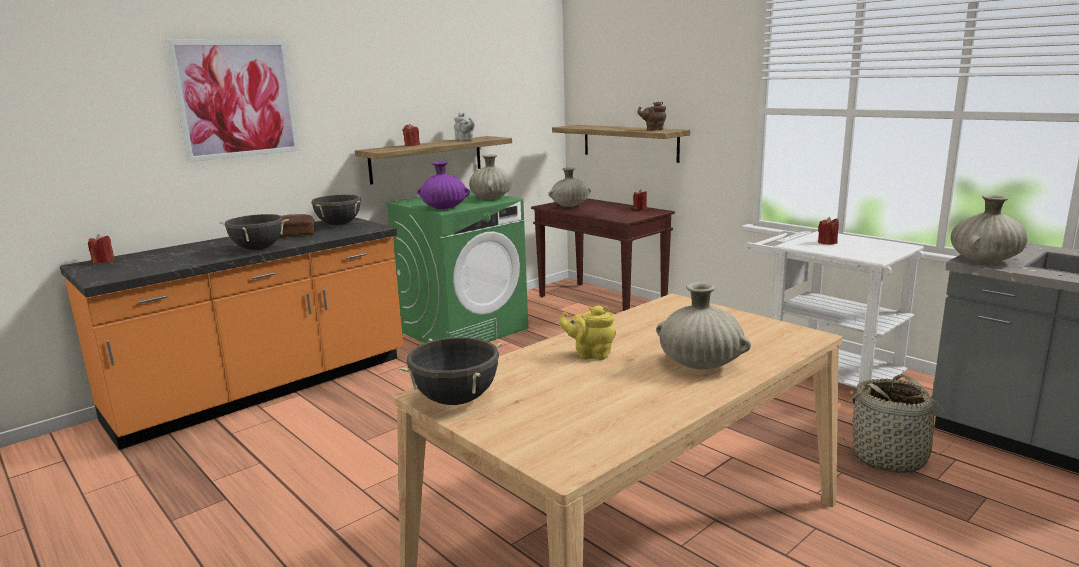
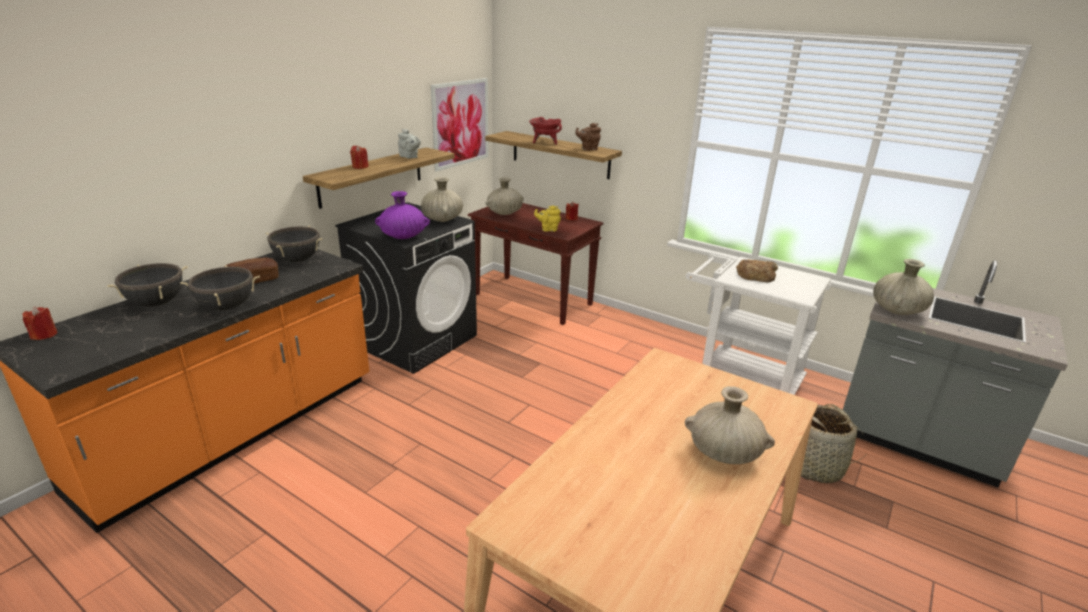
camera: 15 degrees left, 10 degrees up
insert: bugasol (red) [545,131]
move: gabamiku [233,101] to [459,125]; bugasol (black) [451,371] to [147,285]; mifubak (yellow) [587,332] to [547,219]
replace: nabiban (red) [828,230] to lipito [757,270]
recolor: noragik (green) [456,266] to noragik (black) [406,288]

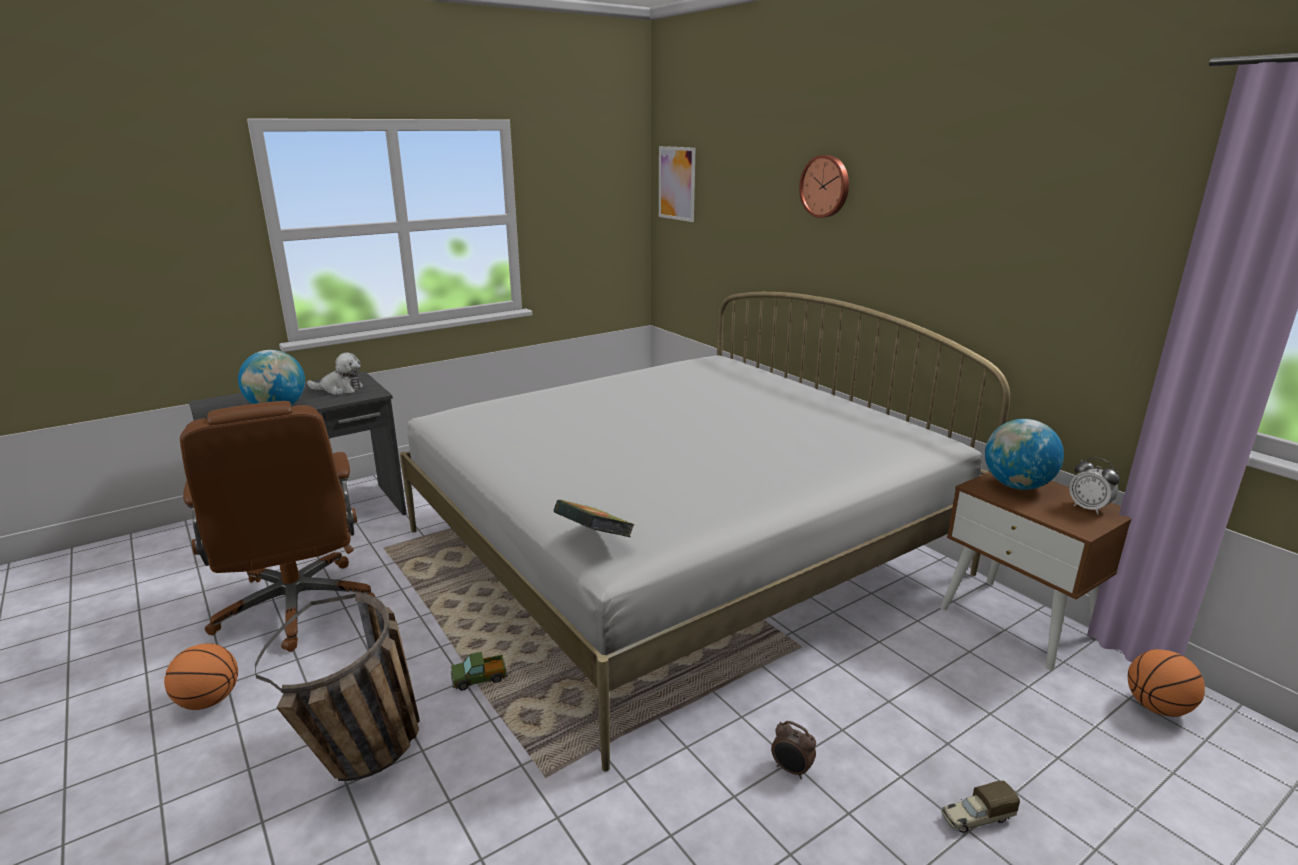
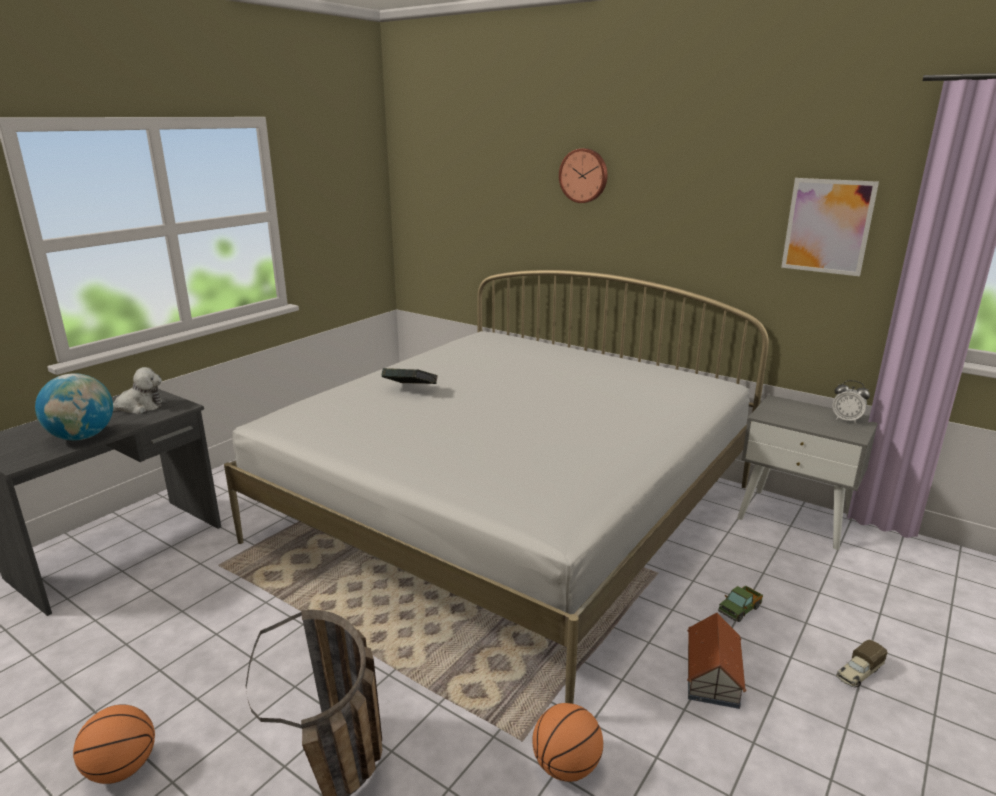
camera: 20 degrees left, 0 degrees up
delete: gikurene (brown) [278,526]; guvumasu [1024,454]
move: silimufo [479,671] to [740,604]; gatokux [594,518] to [409,376]; gabamiku [677,184] to [830,227]; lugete [1166,683] to [567,742]
replace: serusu [793,750] to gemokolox [717,661]
recolor: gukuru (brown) [1035,571] to gukuru (grey) [807,472]

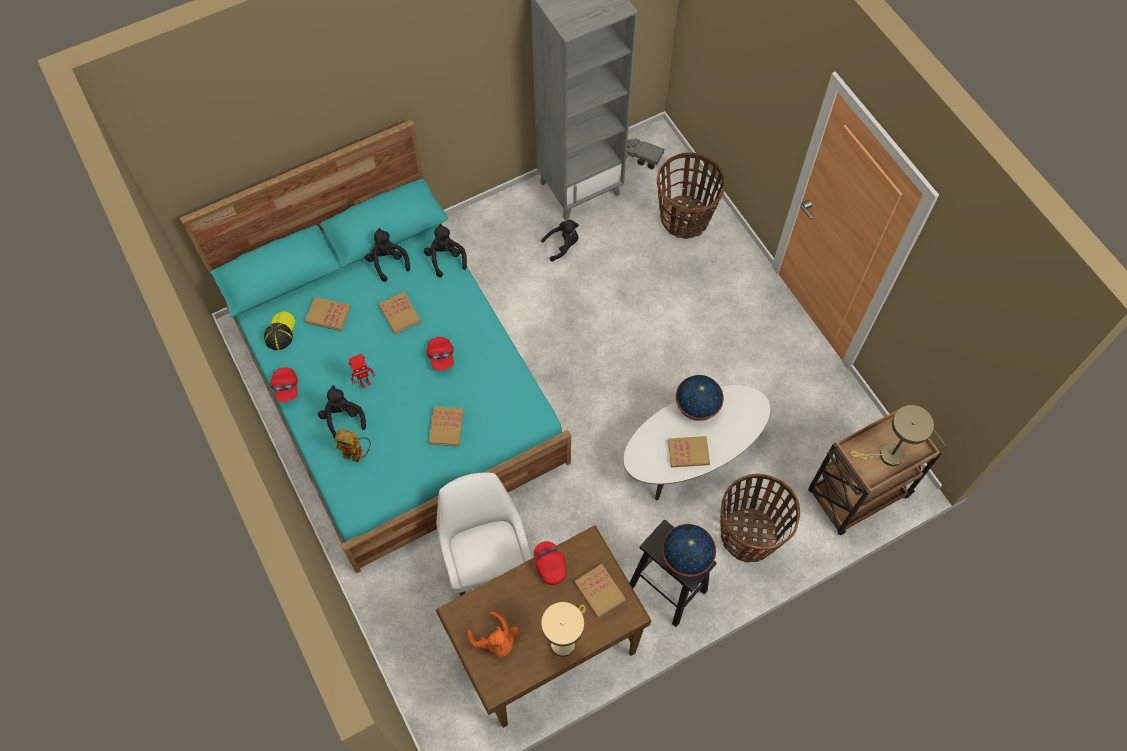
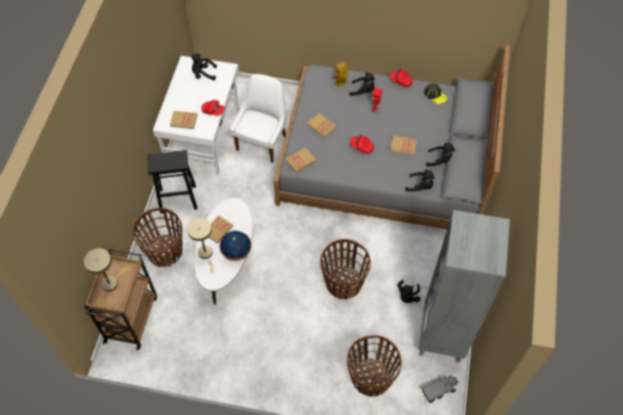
camera: 130 degrees right, 5 degrees down
delete: guvumasu [689,550]
insert: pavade [345,269]
move: gatokux [328,314] to [301,160]; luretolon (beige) [563,629] to [200,246]
recolor: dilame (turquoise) [375,346] to dilame (grey) [392,136]; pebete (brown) [543,627] to pebete (white) [196,115]; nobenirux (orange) [493,634] to nobenirux (black) [203,66]
rotate: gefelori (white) [485,534] = [258,118] 90 degrees counterclockwise

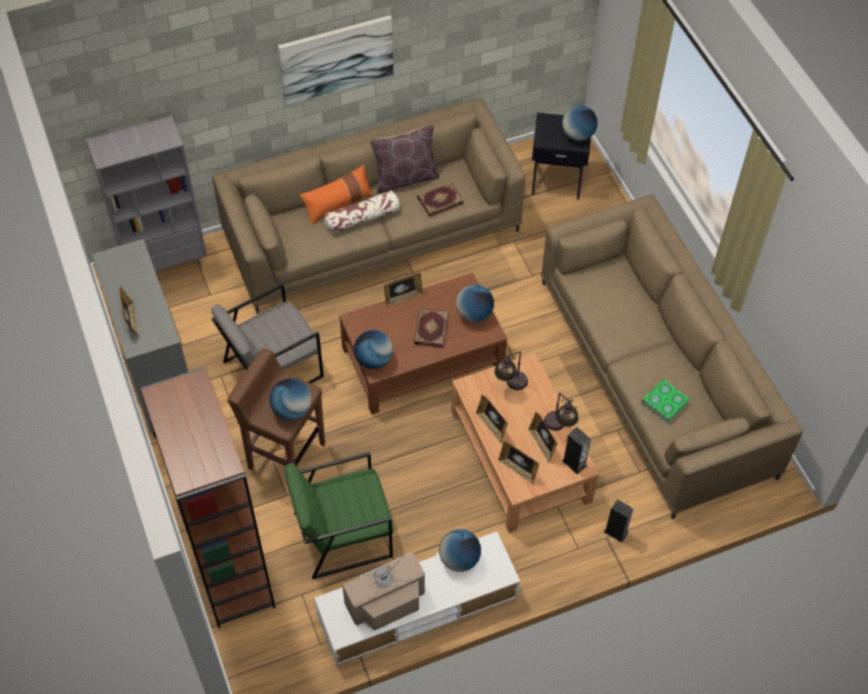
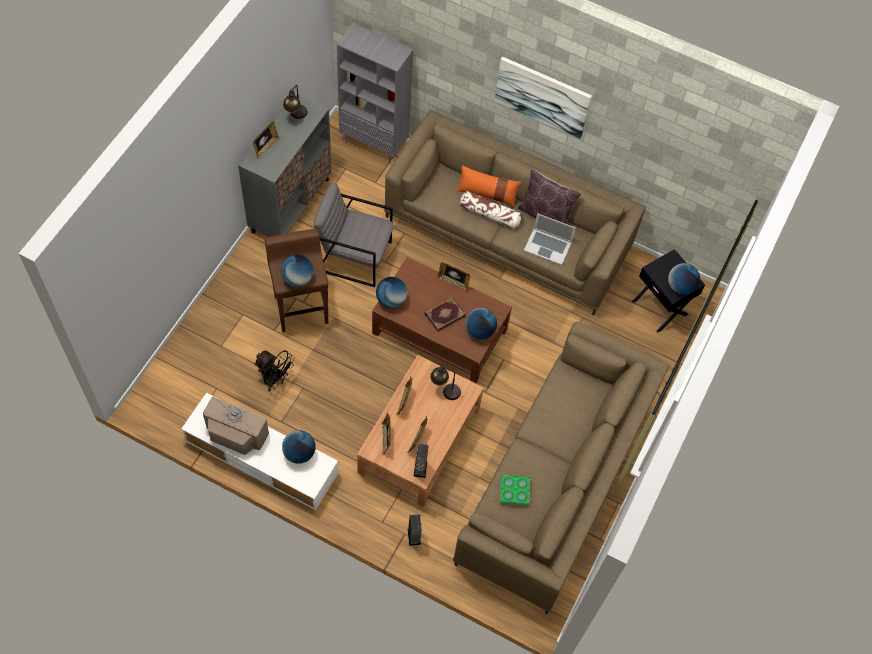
camera: 45 degrees right, 5 degrees up
delete: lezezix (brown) [208,497]
move: luretolon [561,412] to [295,102]
replace: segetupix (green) [339,515] to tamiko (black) [274,371]; gatokux [440,199] to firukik [550,239]

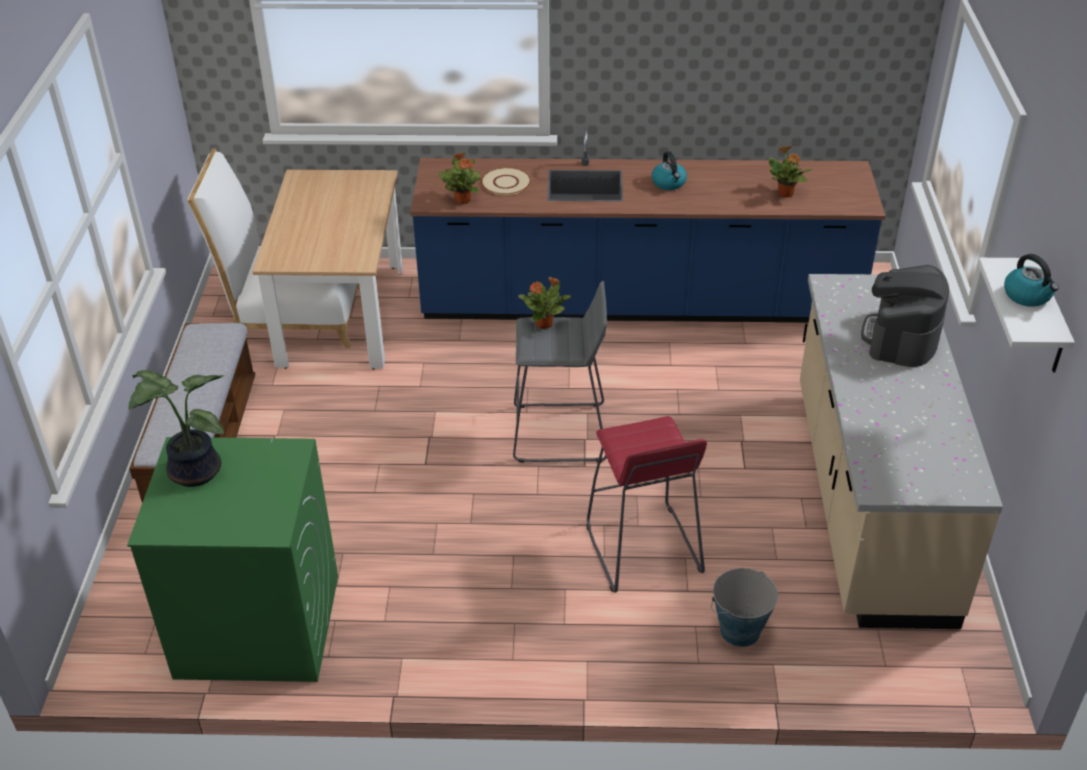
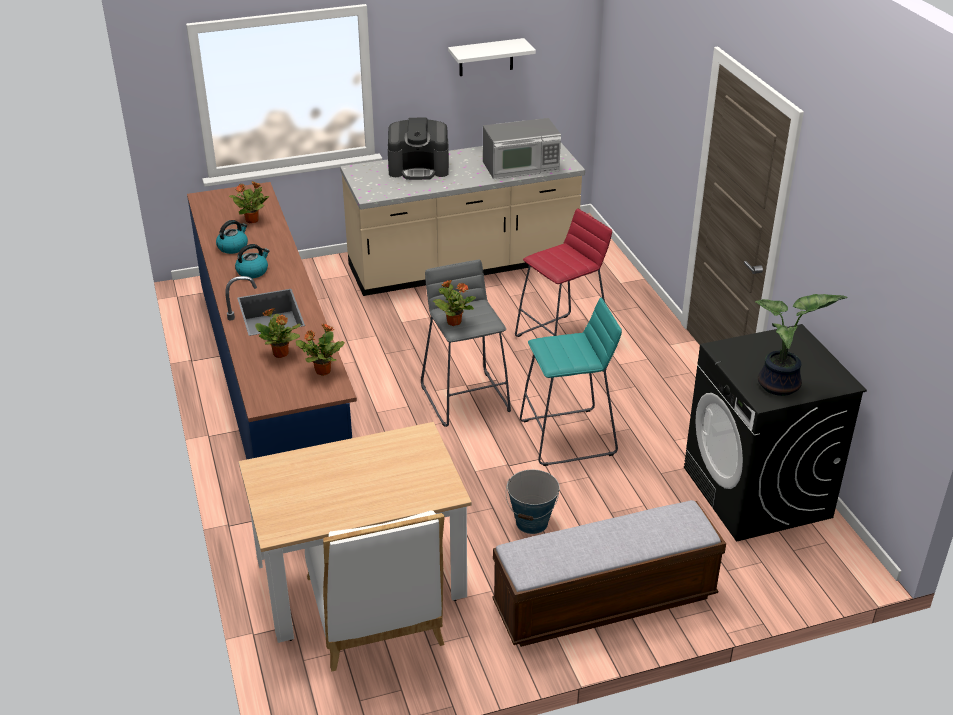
camera: 110 degrees left, 5 degrees down
insert: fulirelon [522,148]; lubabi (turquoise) [571,382]
move: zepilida [744,607] to [533,502]; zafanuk [1031,280] to [232,237]
replace: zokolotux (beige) [506,181] to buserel [278,333]
recolor: noragik (green) [232,559] to noragik (black) [775,432]

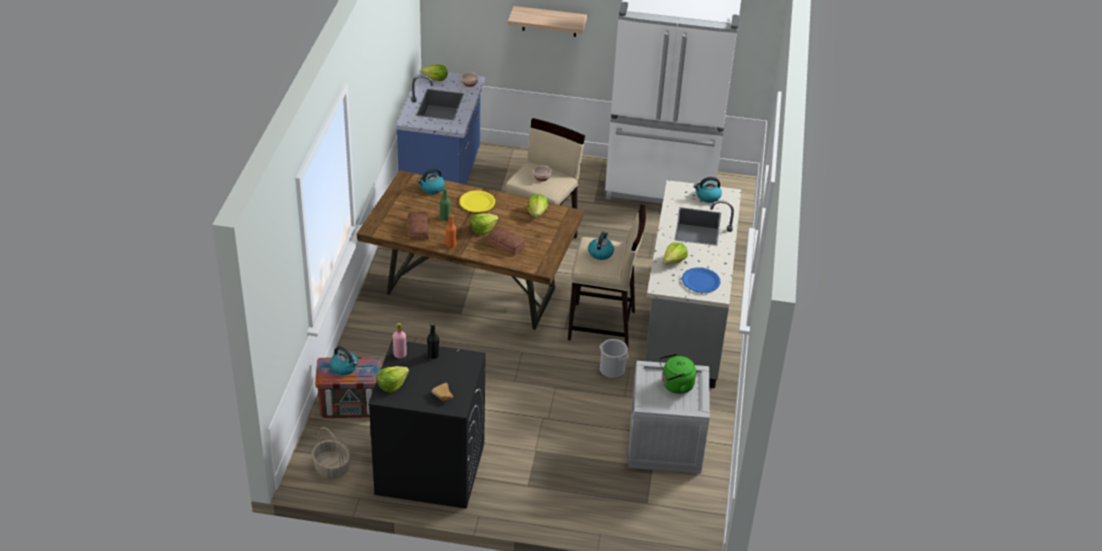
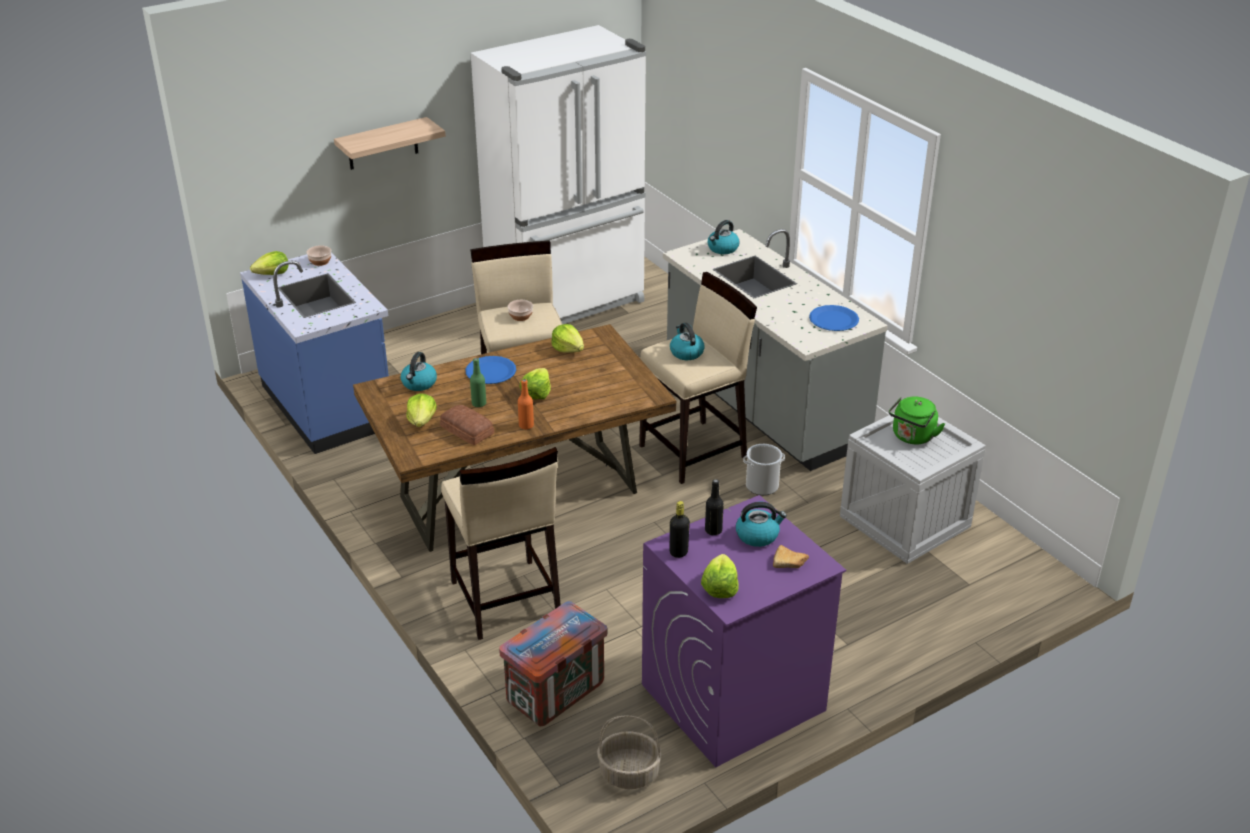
camera: 40 degrees left, 5 degrees down
delete: lipito [506,241]
insert: lubabi (beige) [501,543]
move: zafanuk [344,360] to [761,524]; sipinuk [675,253] to [421,410]
recolor: noragik (black) [427,424] to noragik (purple) [744,631]; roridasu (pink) [399,341] to roridasu (black) [680,529]; zokolotux (yellow) [477,201] to zokolotux (blue) [491,370]

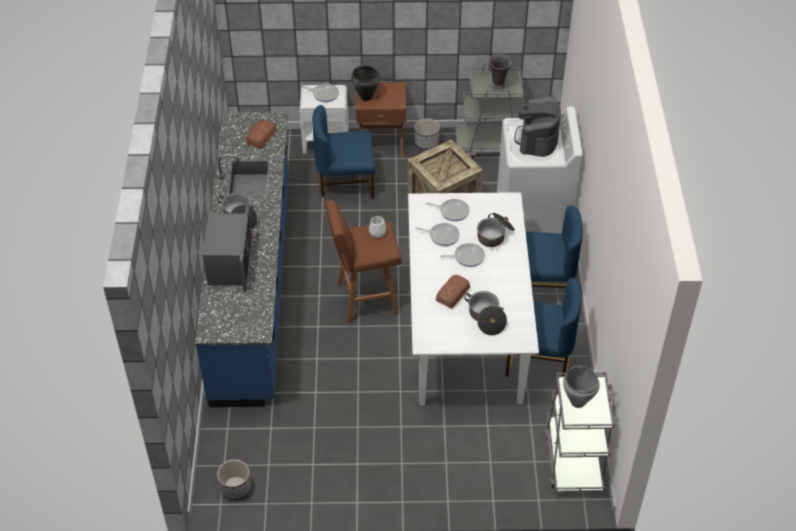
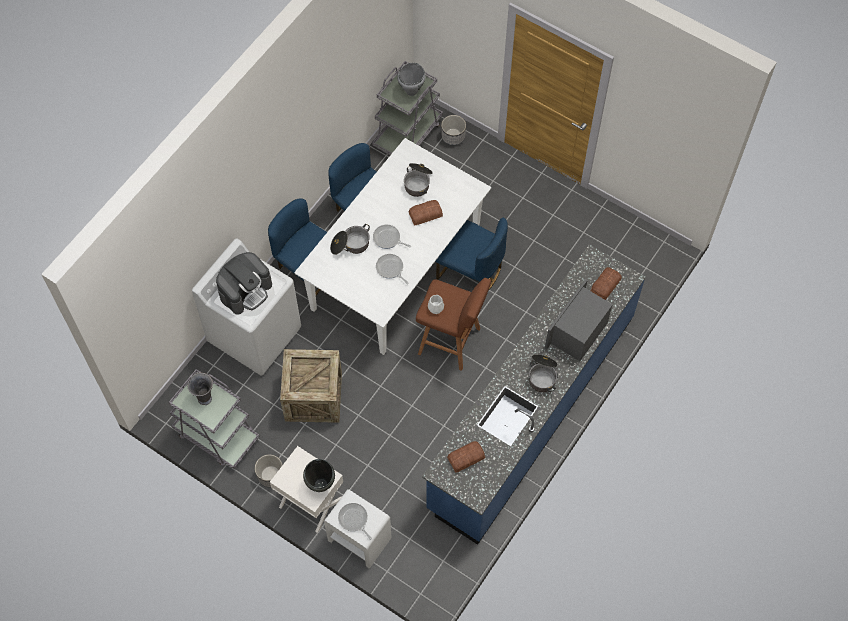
camera: 145 degrees left, 15 degrees up
delete: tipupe [447,210]
insert: lipito [606,283]
move: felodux [234,479] to [453,130]; gefelori (blue) [344,152] to [472,254]
recolor: gukuru (brown) [381,119] to gukuru (white) [306,489]

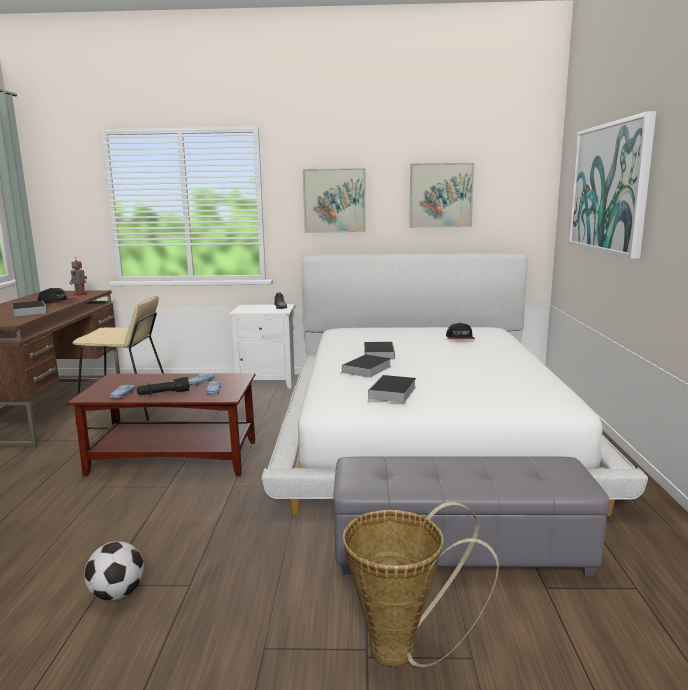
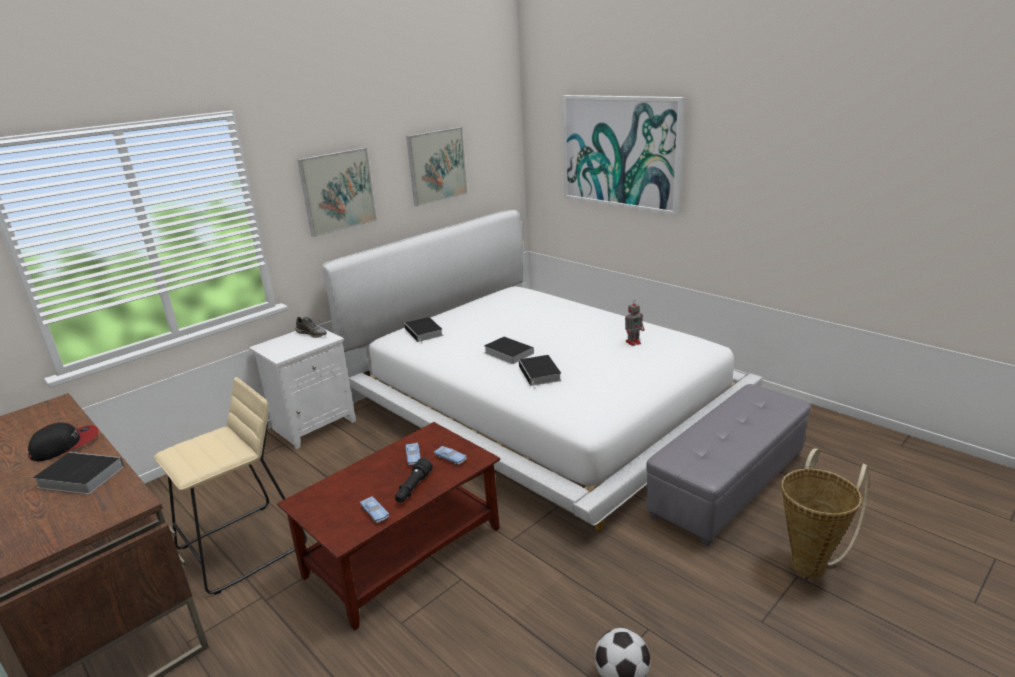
camera: 45 degrees left, 10 degrees up
delete: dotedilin [460,331]
move: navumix [79,277] to [634,323]; gatokux [392,389] to [423,330]

